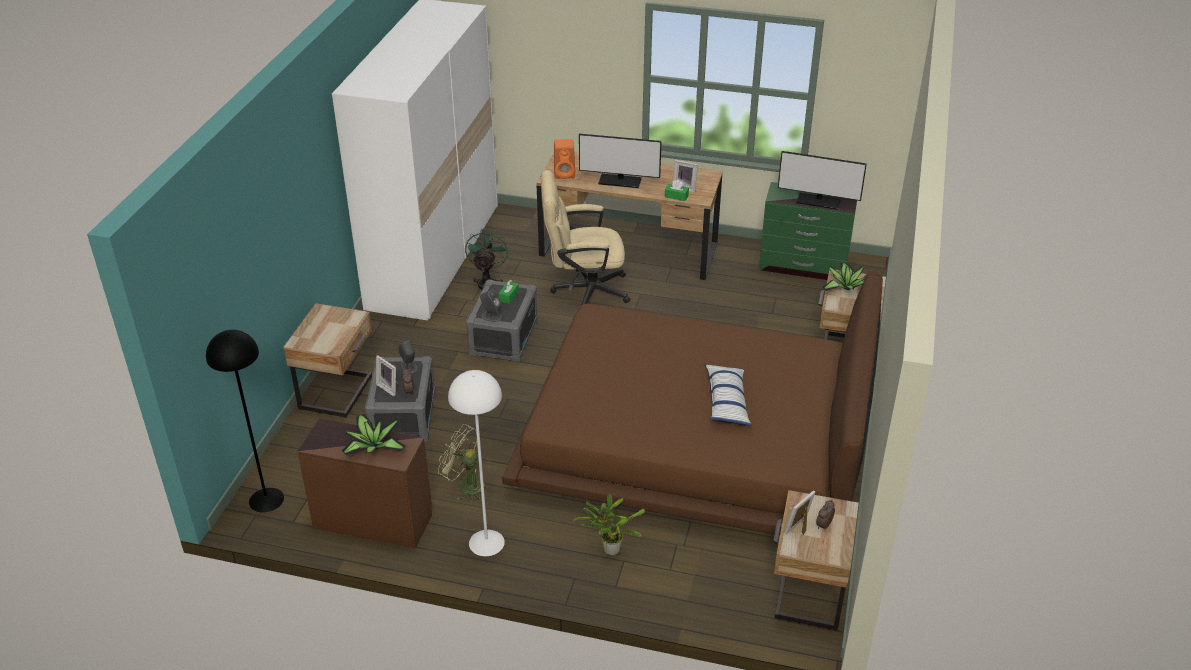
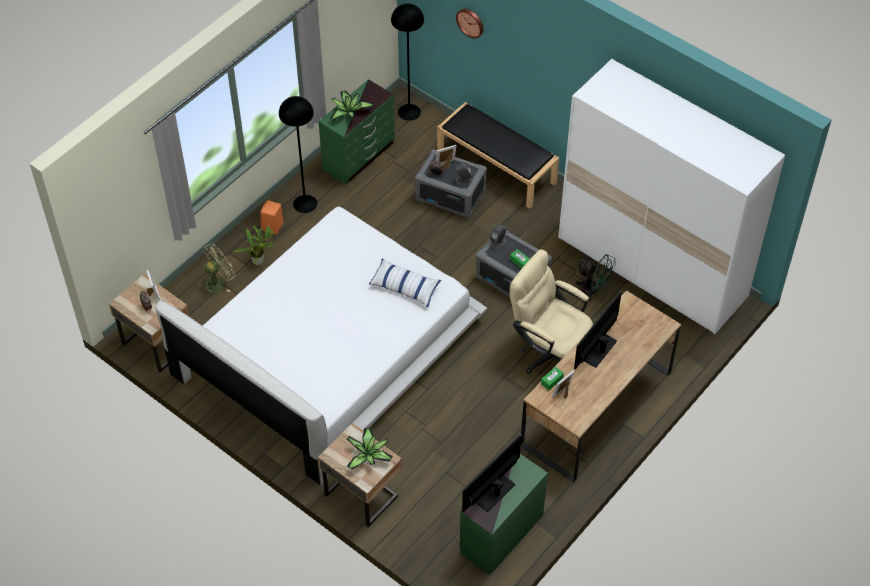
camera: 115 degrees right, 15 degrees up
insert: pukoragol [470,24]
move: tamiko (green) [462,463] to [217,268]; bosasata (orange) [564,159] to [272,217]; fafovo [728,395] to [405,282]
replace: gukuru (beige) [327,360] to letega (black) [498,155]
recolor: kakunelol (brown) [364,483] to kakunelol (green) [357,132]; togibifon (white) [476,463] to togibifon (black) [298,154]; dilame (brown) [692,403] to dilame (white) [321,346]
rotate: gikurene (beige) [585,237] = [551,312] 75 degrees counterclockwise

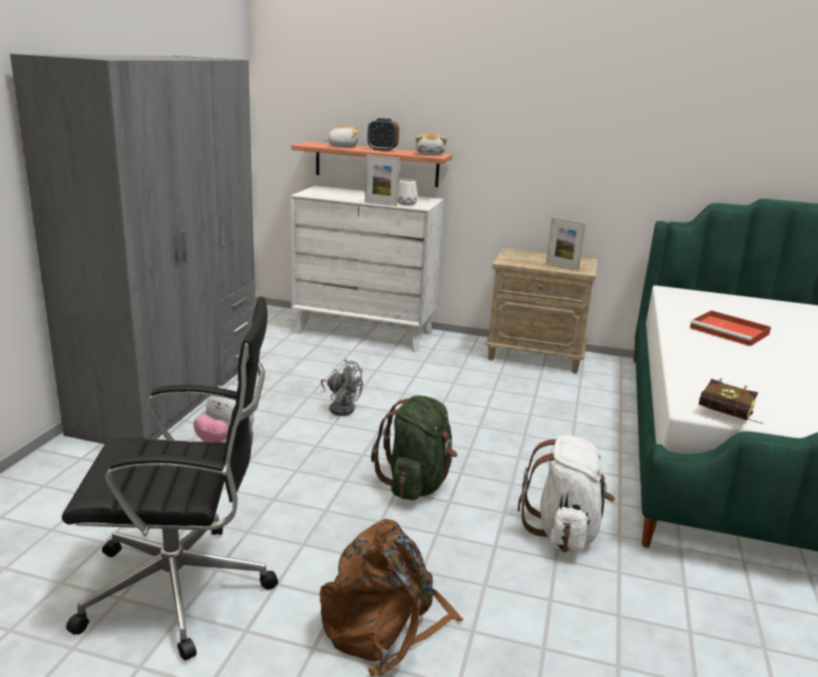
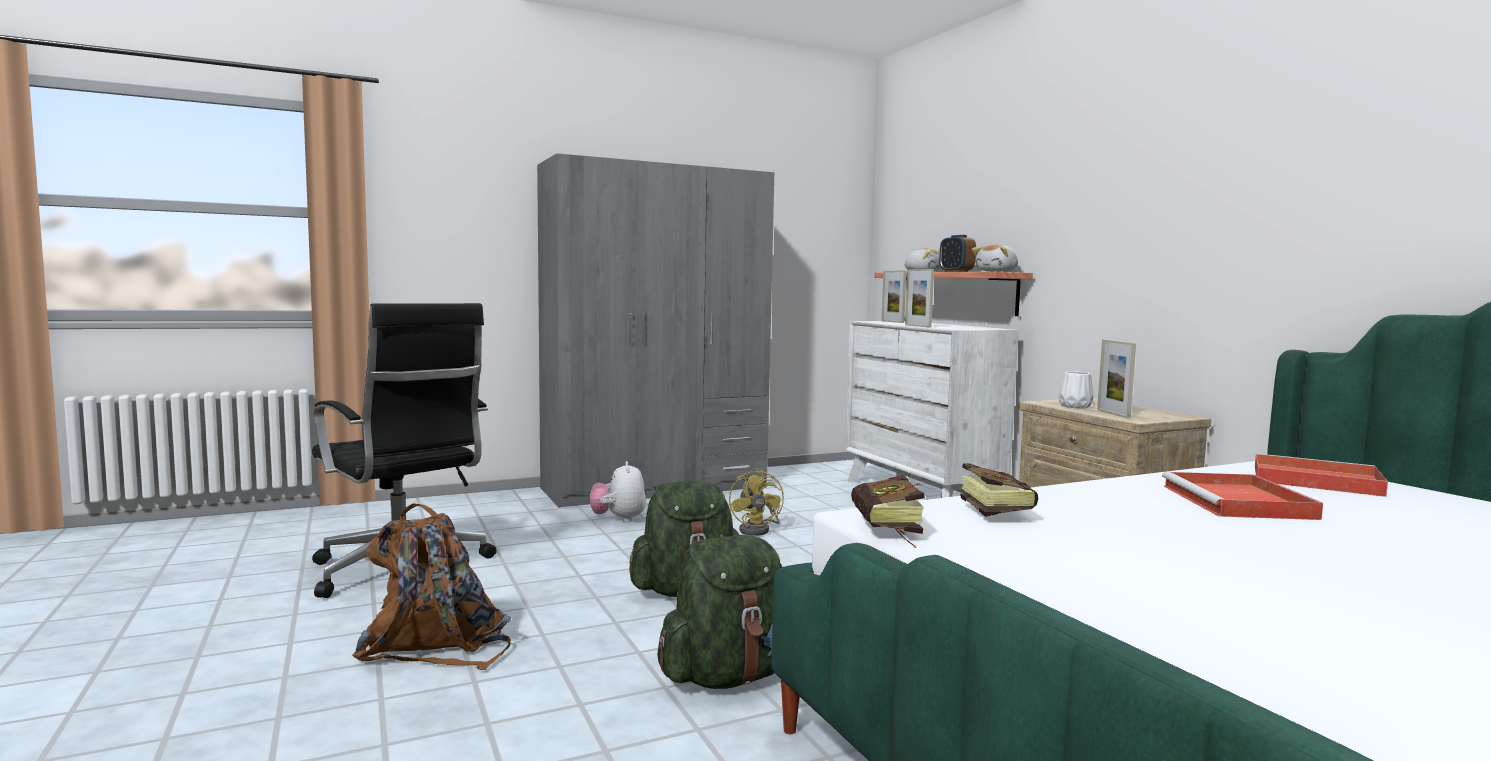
camera: 50 degrees right, 15 degrees down
insert: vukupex [893,297]; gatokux [999,490]; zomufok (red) [1321,475]
move: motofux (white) [408,192] to [1076,389]
recolor: tamiko (grey) [342,387] to tamiko (yellow) [756,502]; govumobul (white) [566,494] to govumobul (green) [719,612]

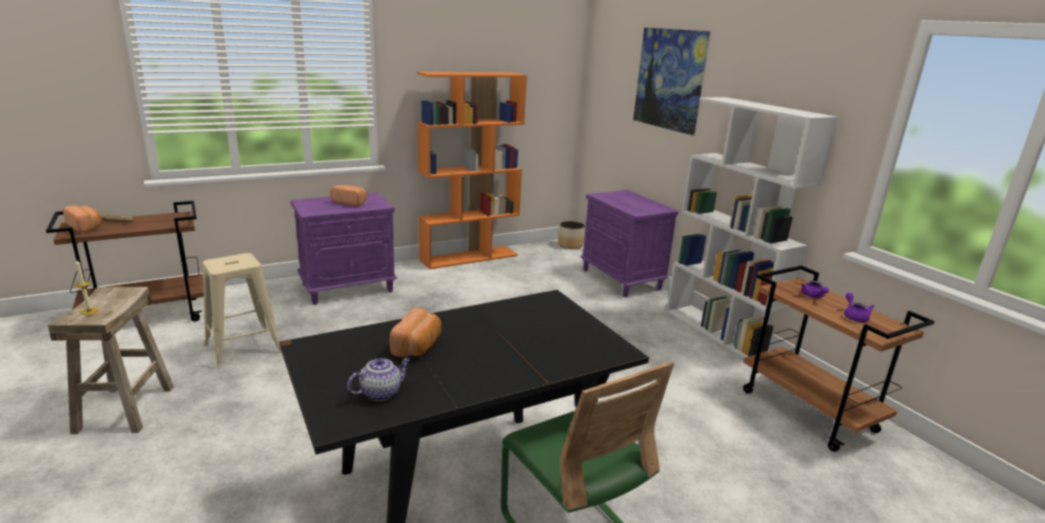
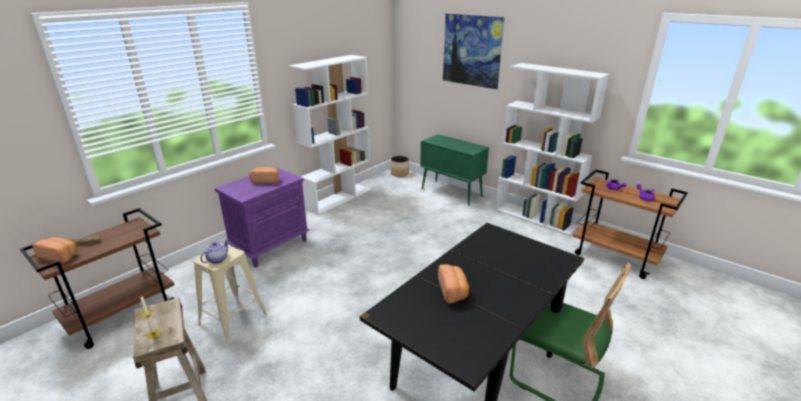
camera: 20 degrees left, 5 degrees up
move: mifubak [379,379] to [214,251]
replace: gukuru (purple) [629,243] to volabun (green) [454,170]
recolor: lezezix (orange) [472,170] to lezezix (white) [329,135]

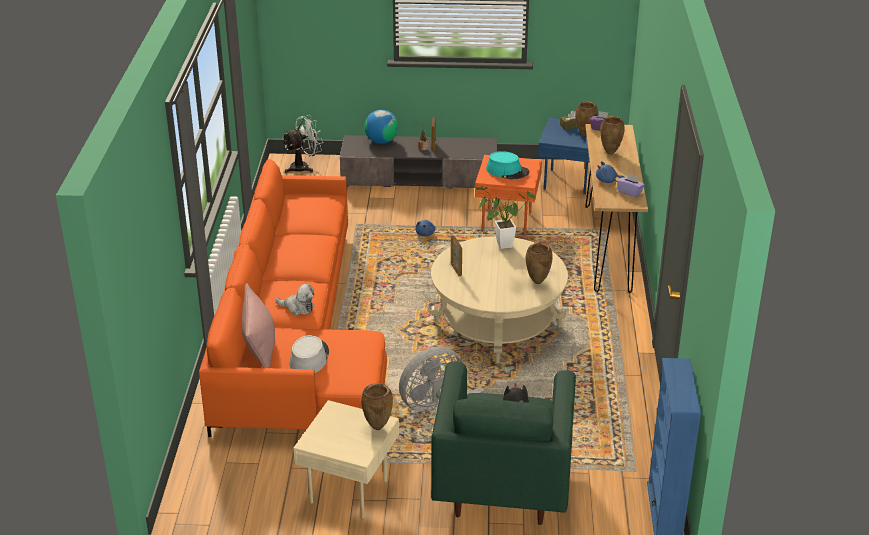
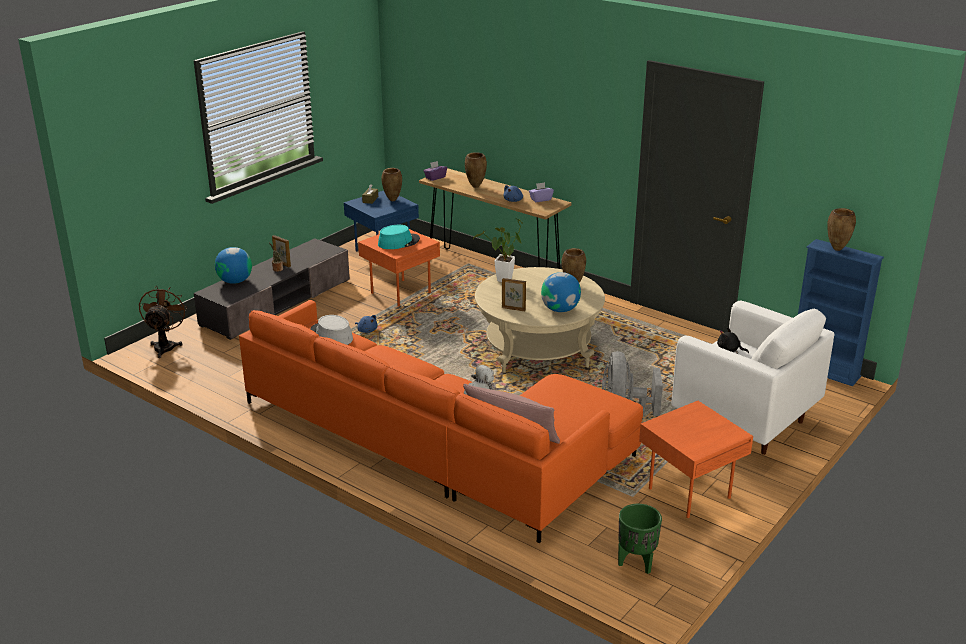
camera: 55 degrees left, 5 degrees down
insert: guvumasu [561,292]; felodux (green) [640,539]
move: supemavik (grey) [309,354] to [331,330]; motofux (brown) [377,406] to [841,229]
recolor: tamiko (white) [302,144] to tamiko (brown) [163,322]; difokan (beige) [346,459] to difokan (orange) [696,459]; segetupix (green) [503,443] to segetupix (white) [752,378]

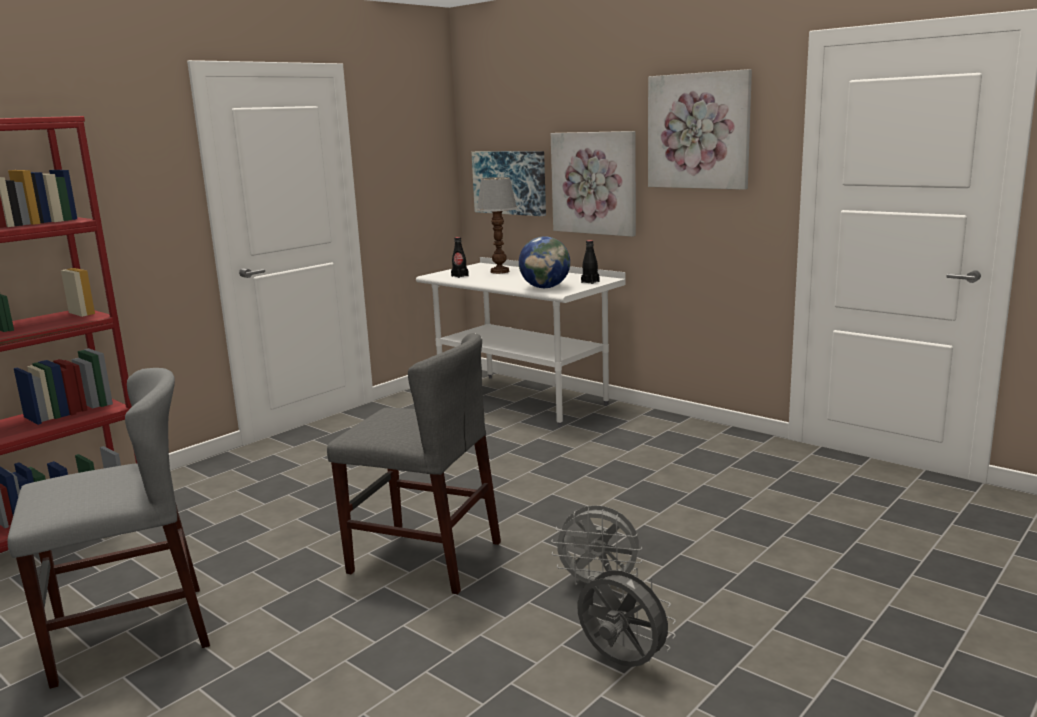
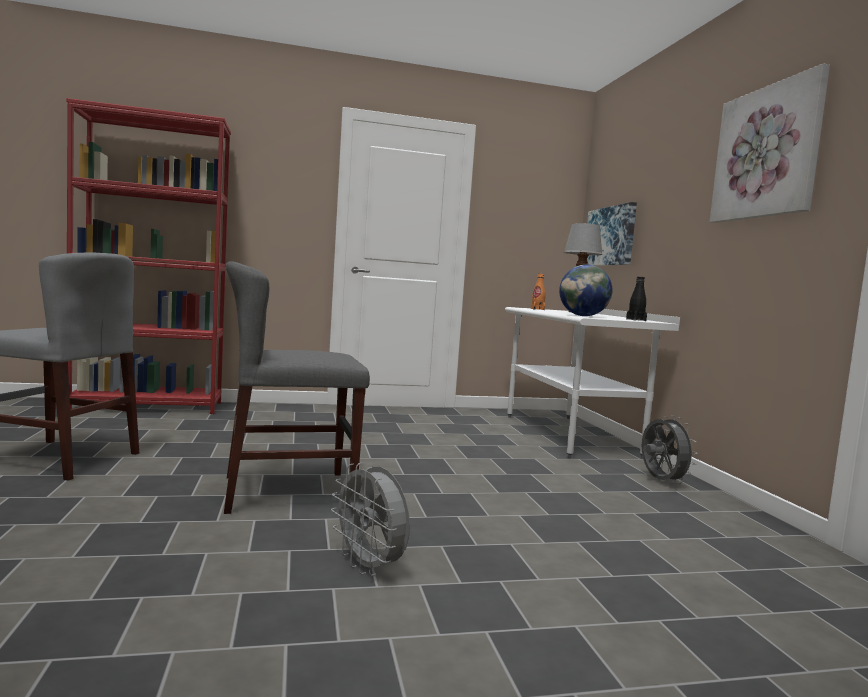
camera: 35 degrees right, 10 degrees down
delete: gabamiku [593,184]
move: tamiko (grey) [626,615] to [670,449]
recolor: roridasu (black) [460,257] to roridasu (orange) [538,292]
rotate: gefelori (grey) [414,463] = [297,387] 105 degrees clockwise

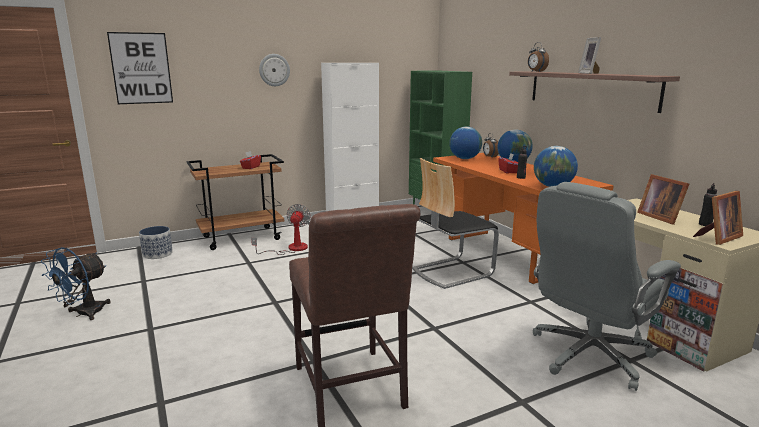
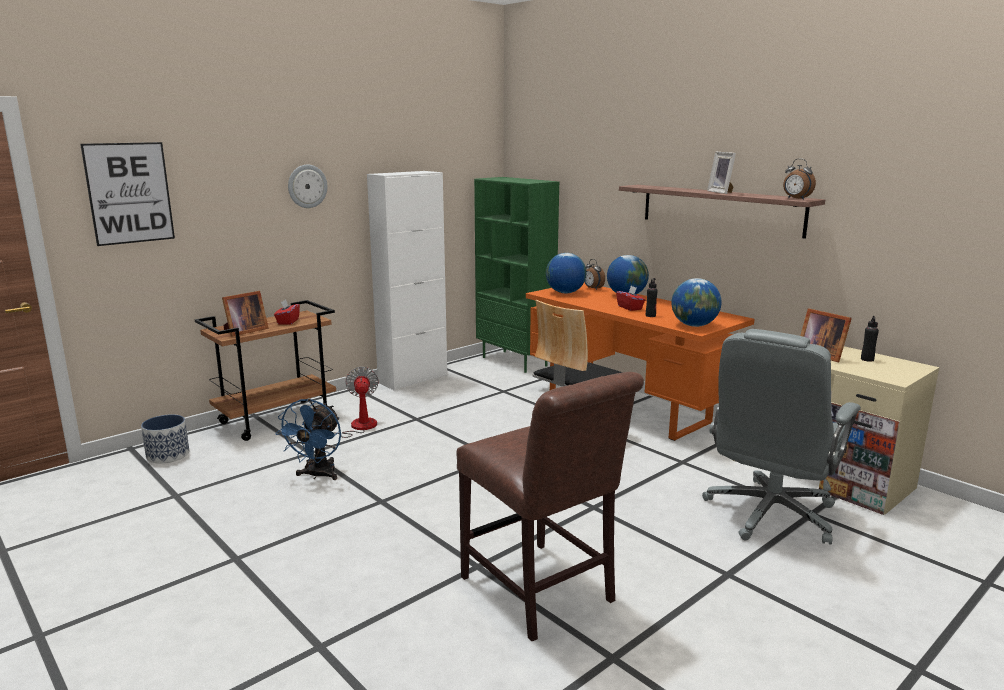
camera: 15 degrees left, 0 degrees up
move: tamiko (blue) [76,283] to [308,439]; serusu [538,57] to [799,179]; vukupex [718,218] to [245,314]

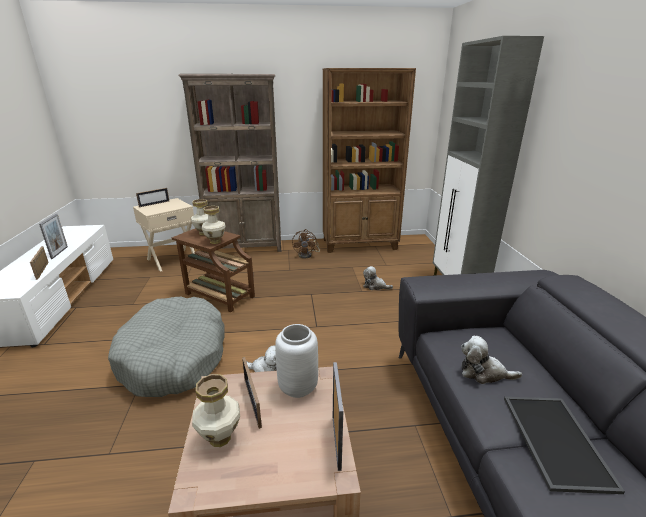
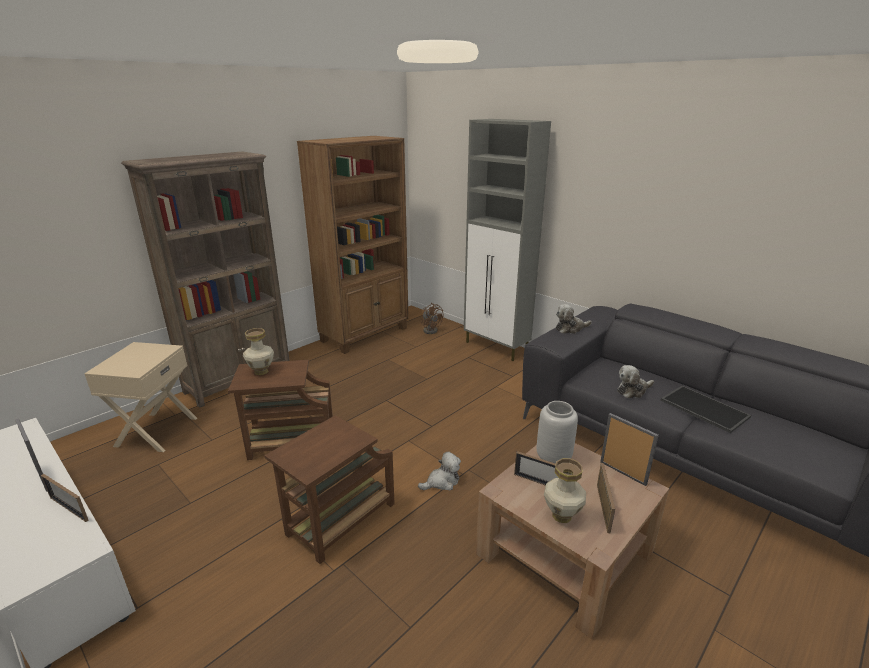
camera: 40 degrees left, 0 degrees up
delete: motofux [213,225]
move: vukupex [152,197] to [606,498]; tamiko (brown) [306,244] to [432,318]; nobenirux [378,278] to [574,319]
replace: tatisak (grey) [166,347] to difokan (brown) [330,489]

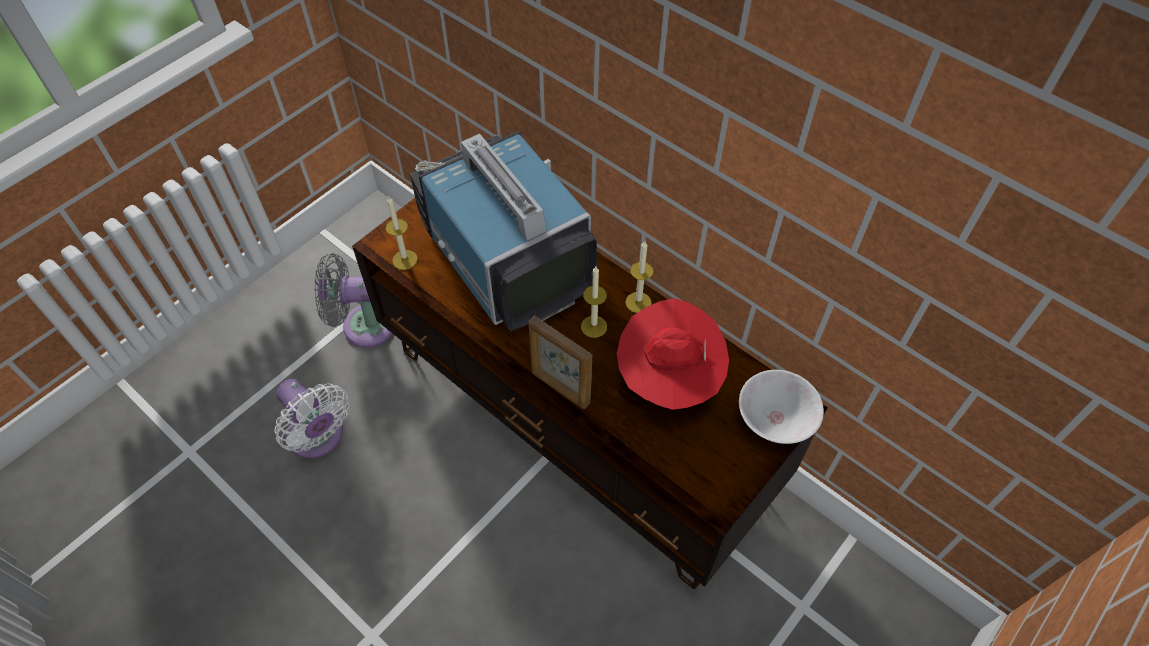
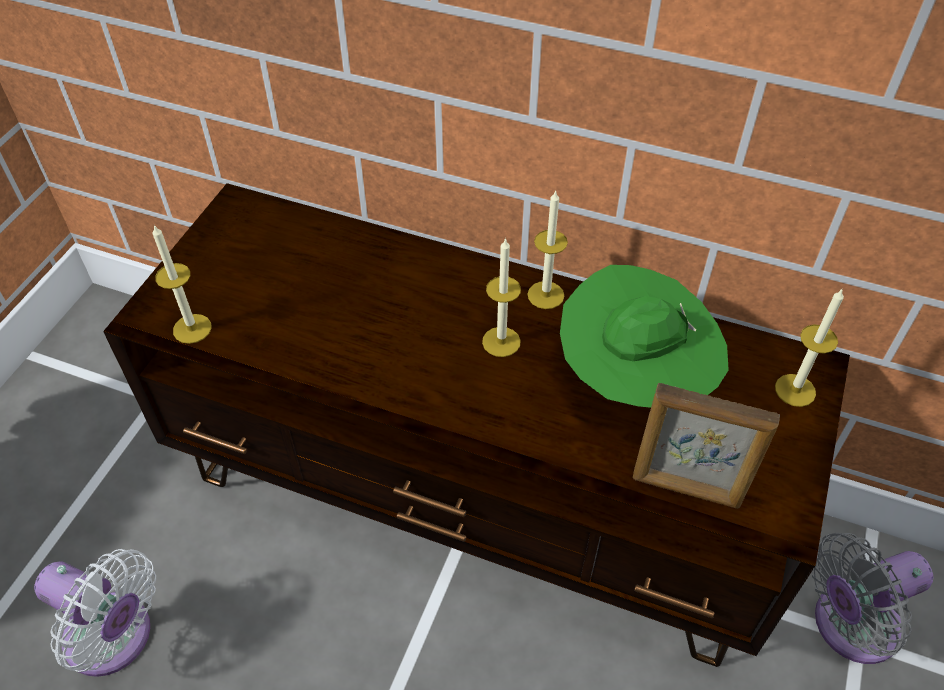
camera: 20 degrees left, 5 degrees down
delete: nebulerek [503,231]
move: tamiko (grey) [353,300] to [872,598]; vukupex [560,362] to [706,446]
replace: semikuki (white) [781,407] to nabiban [809,347]
recolor: supemavik (red) [673,354] to supemavik (green) [644,336]

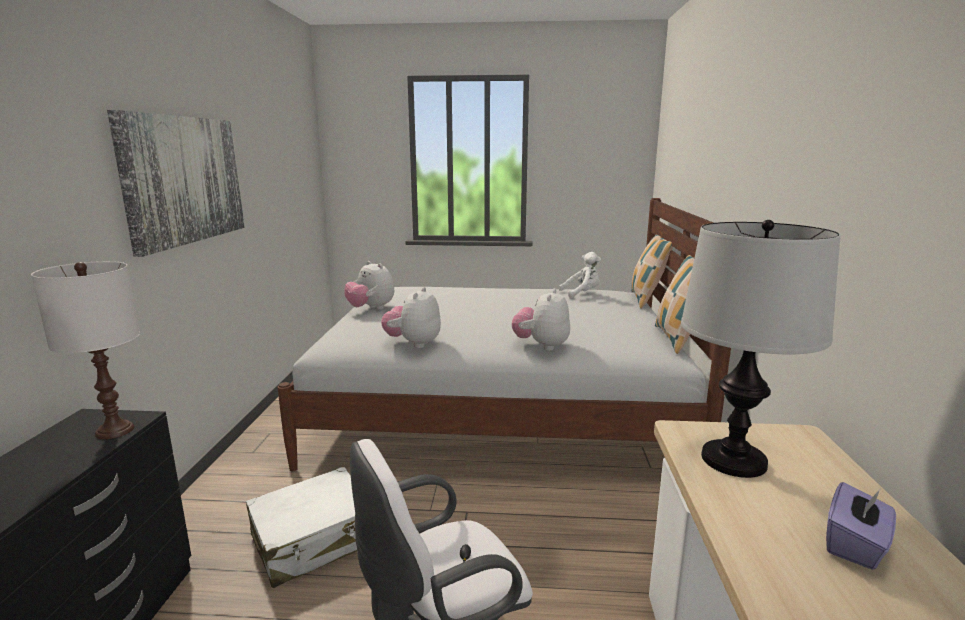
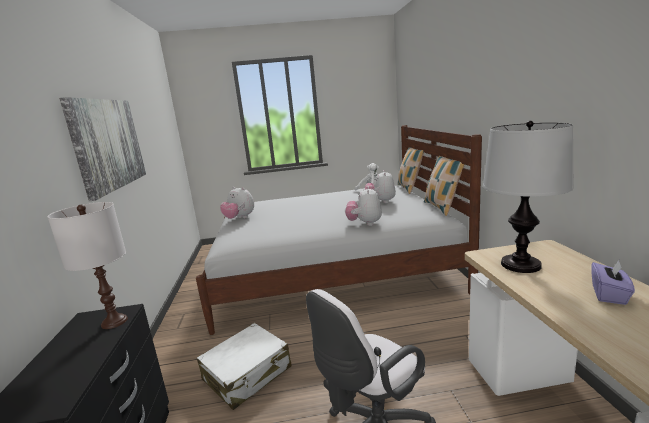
camera: 10 degrees left, 0 degrees up
move: nobenirux [411,317] to [380,186]

